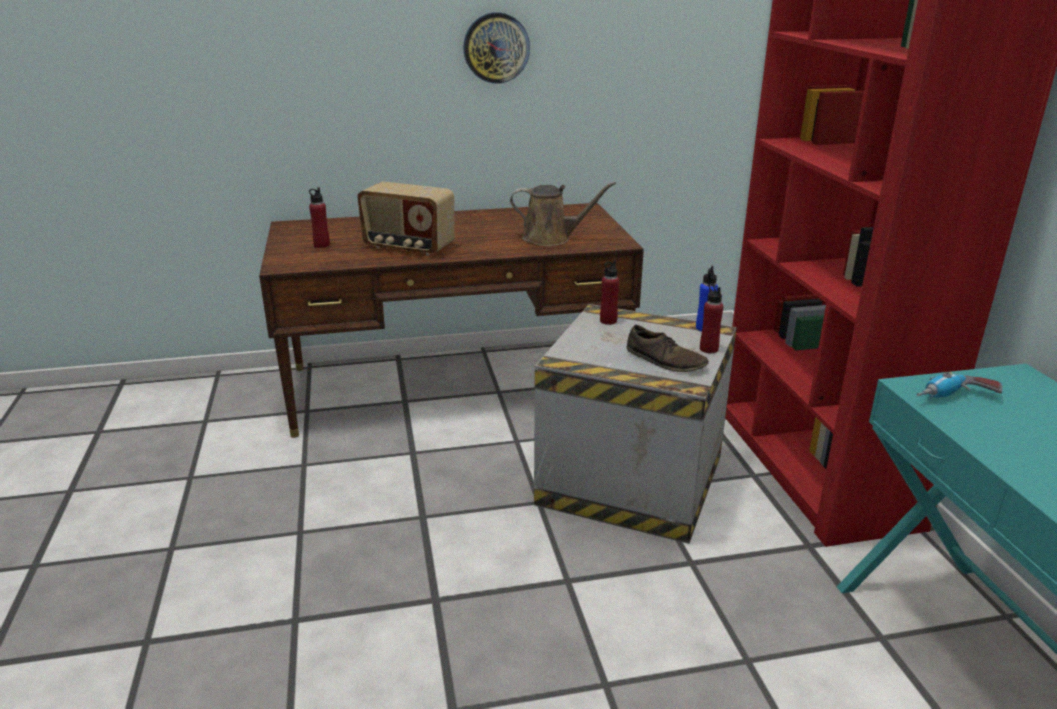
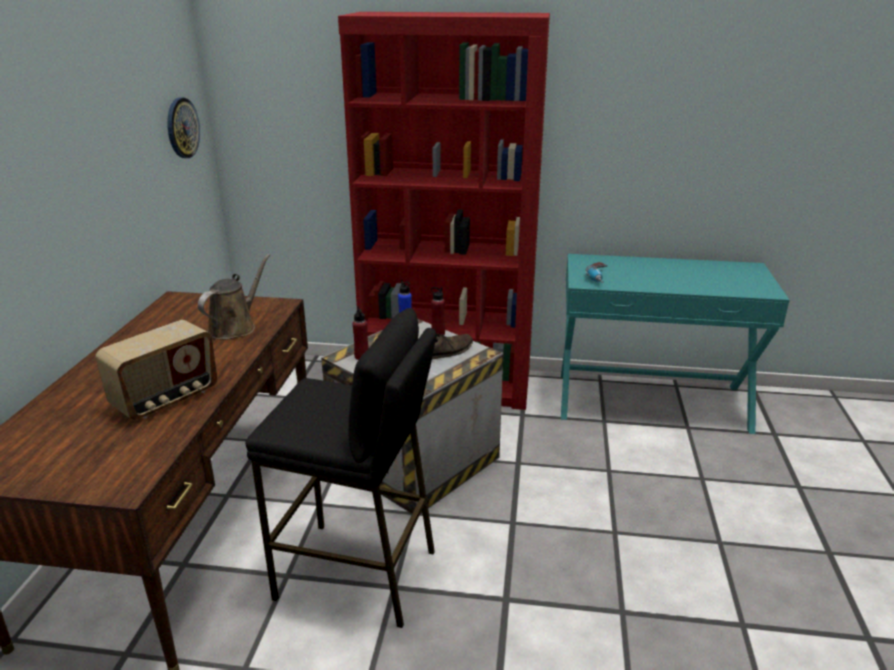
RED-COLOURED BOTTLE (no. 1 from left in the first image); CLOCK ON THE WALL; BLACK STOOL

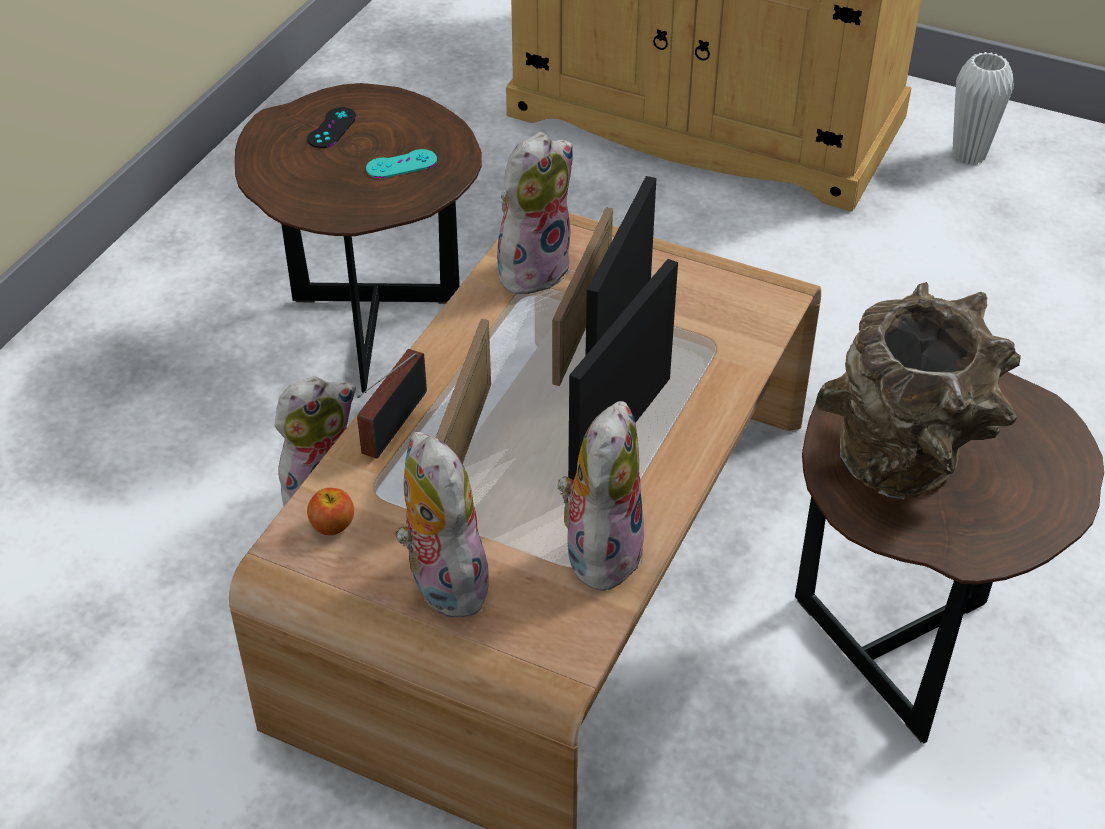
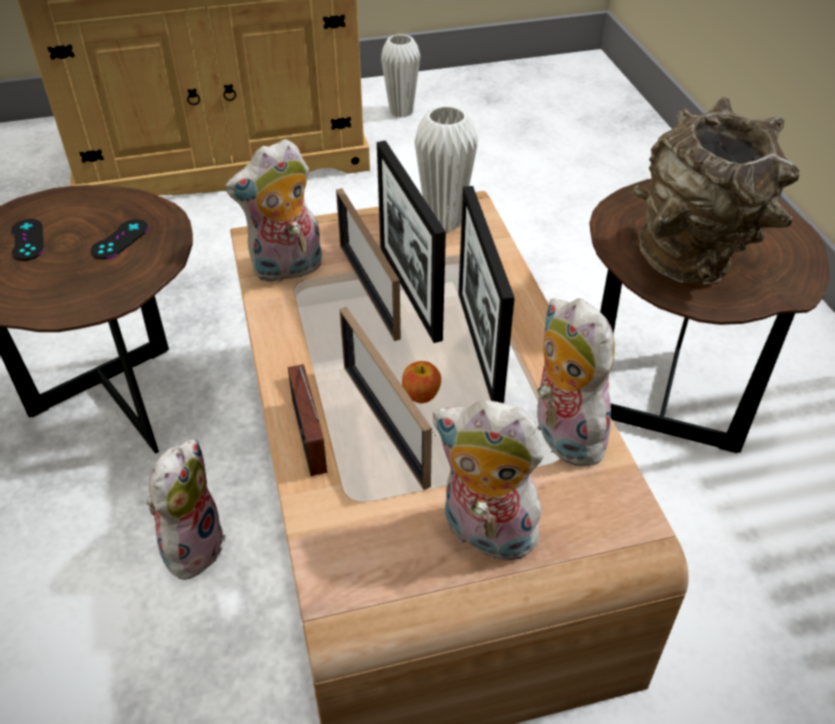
APPLE; BLACK GAME CONTROLLER (no. 2 from left); PLUSH TOY (no. 2 from left); WHITISH FLOWER VASE (no. 2 from left)

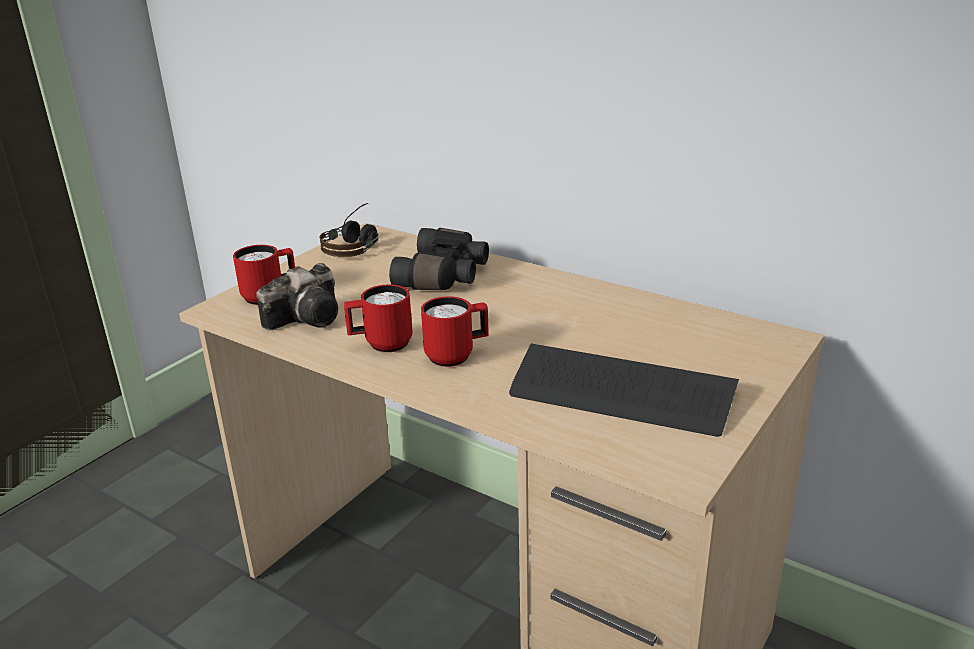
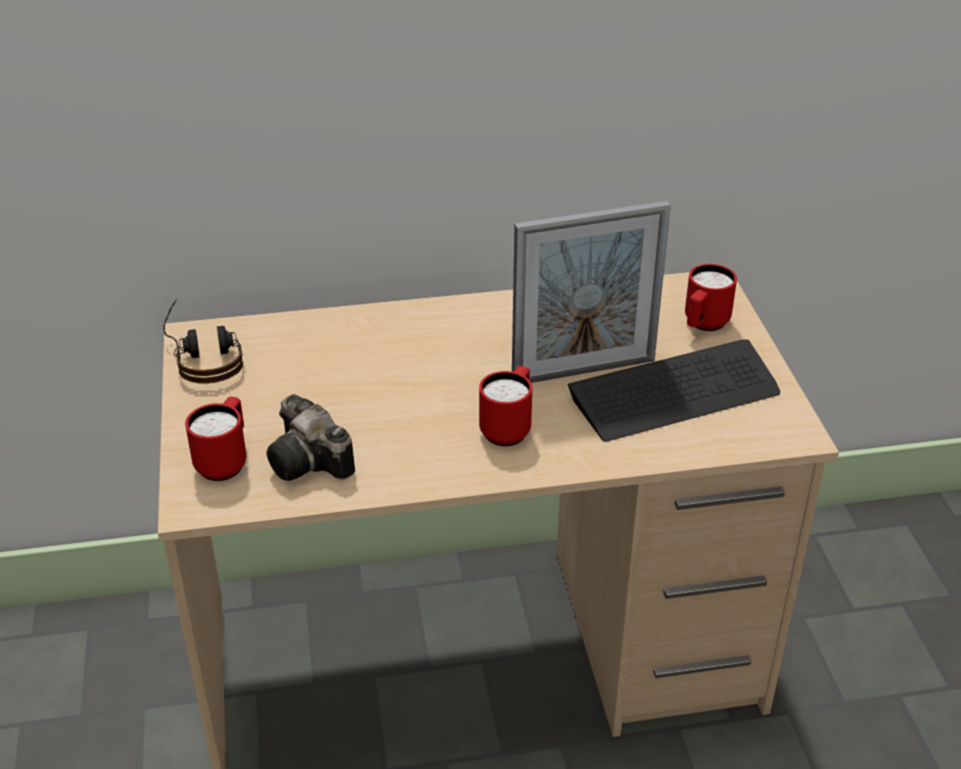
PHOTO CAMERA; RED-COLOURED TEA MUG (no. 3 from left); BLACK PAIR OF BINOCULARS; PICTURE FRAME

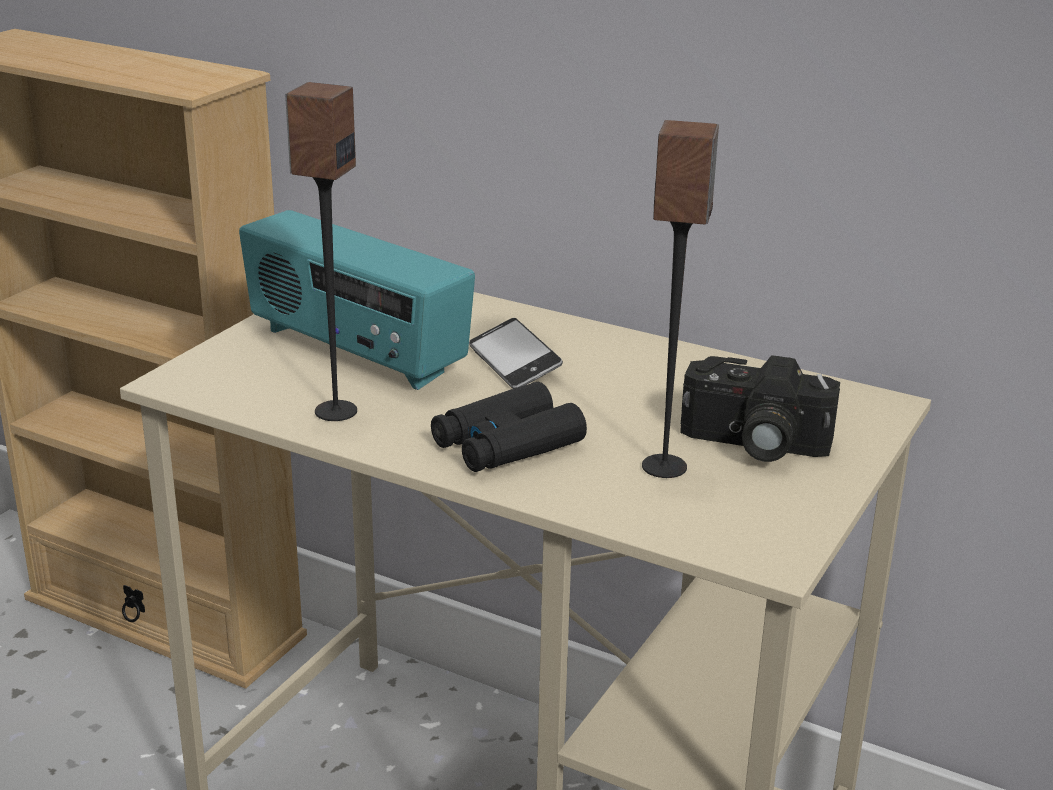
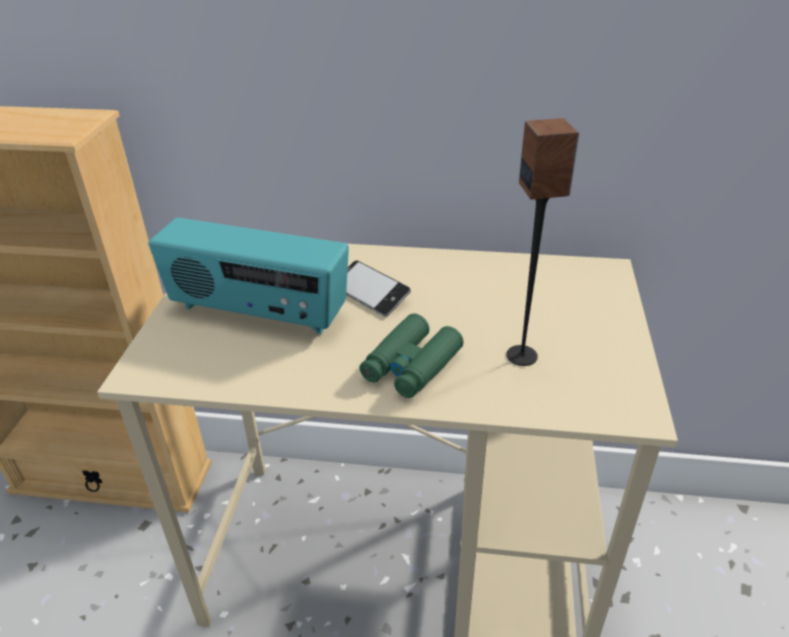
AUDIO SPEAKER (no. 1 from left in the first image); GREEN-COLOURED PAIR OF BINOCULARS; PHOTO CAMERA

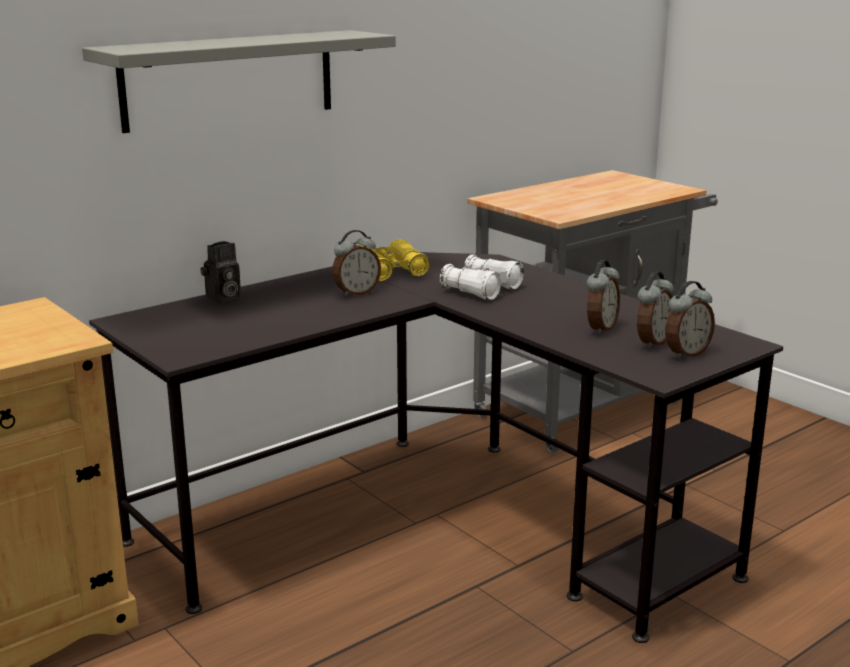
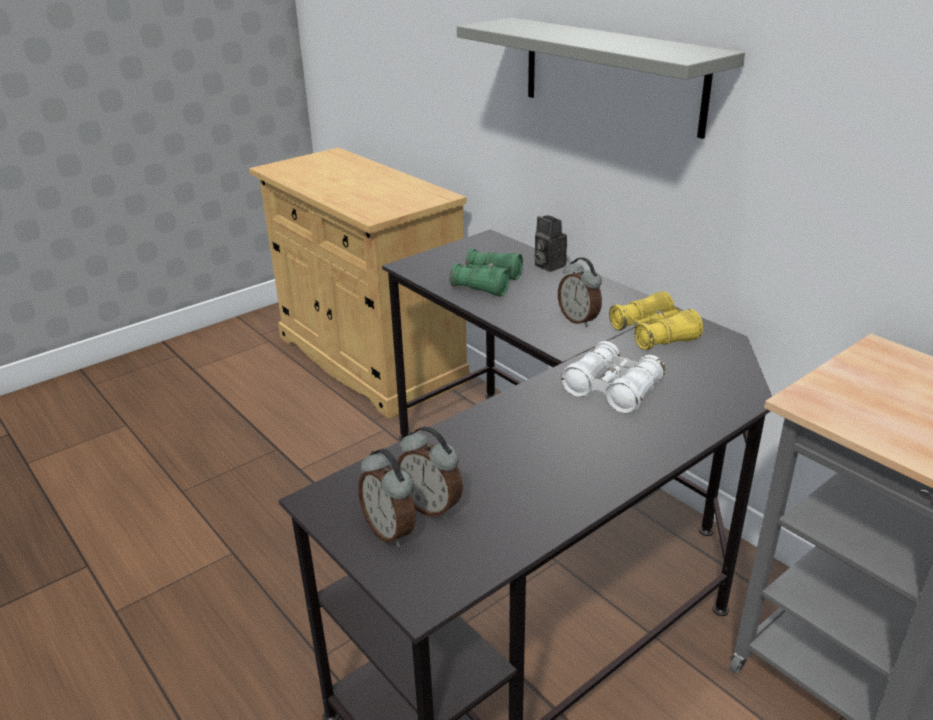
ALARM CLOCK (no. 2 from left in the first image); GREEN-COLOURED PAIR OF BINOCULARS

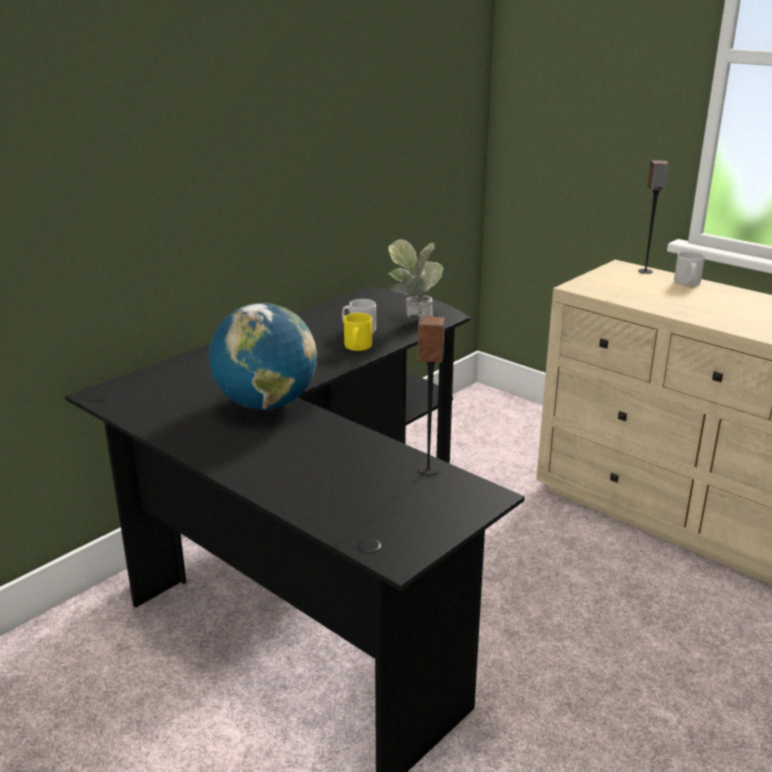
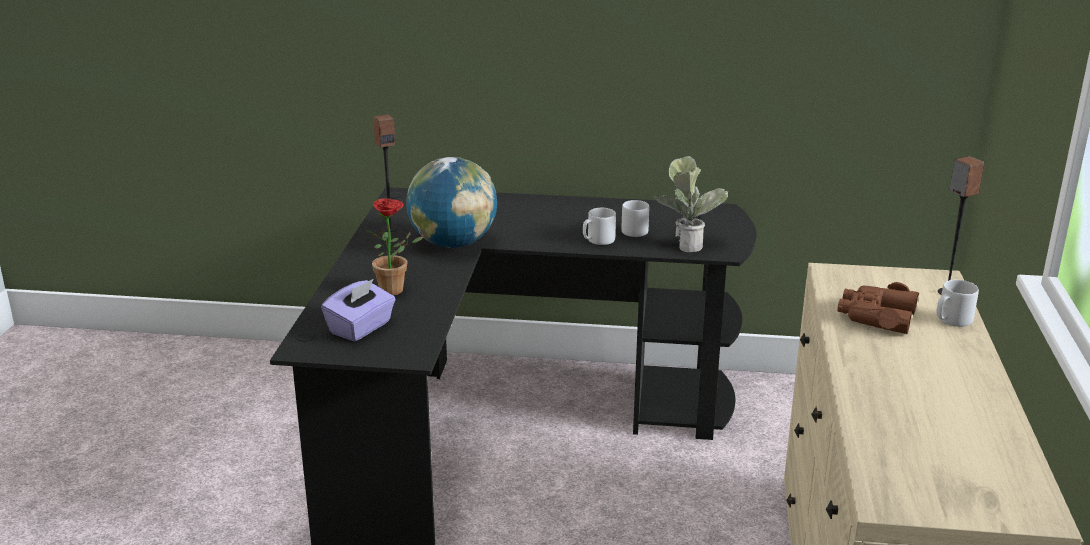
GRAY TEA MUG (no. 1 from left); AUDIO SPEAKER (no. 1 from left); PURPLE-COLOURED TISSUE BOX; POTTED PLANT (no. 1 from left); BROWN-COLOURED PAIR OF BINOCULARS

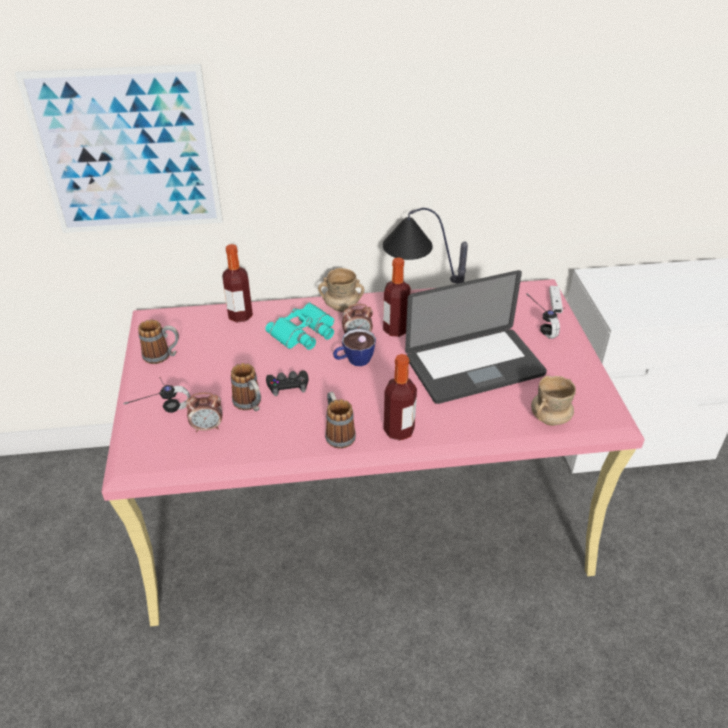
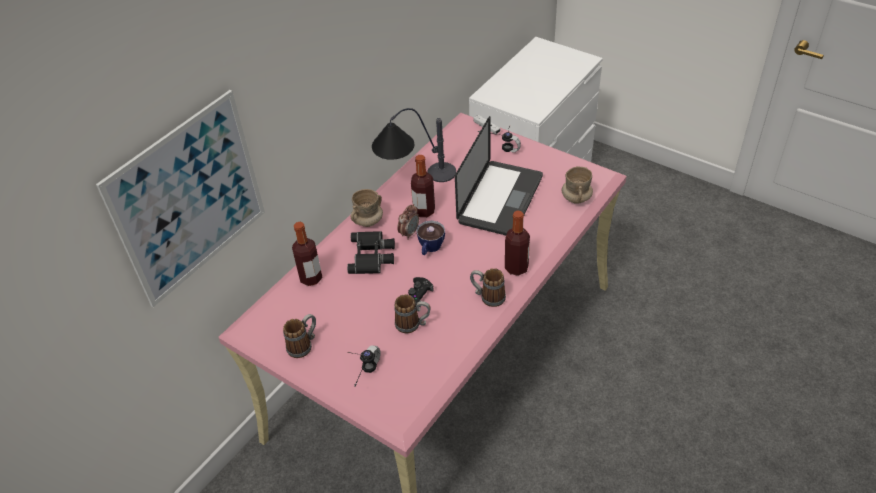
ALARM CLOCK (no. 1 from left in the first image); BLACK PAIR OF BINOCULARS

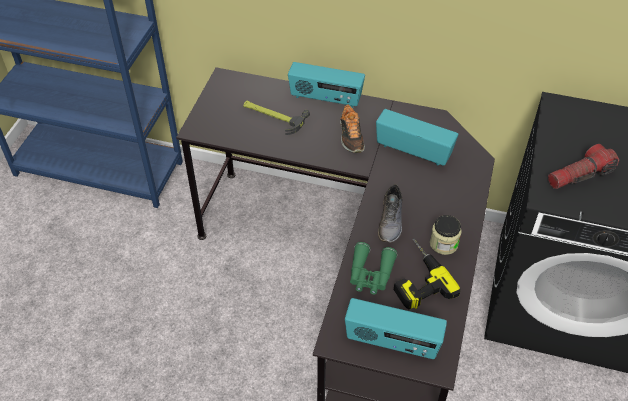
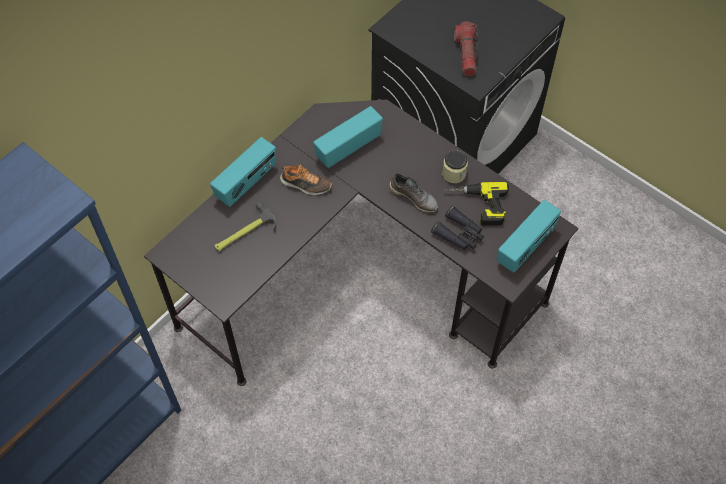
BLACK PAIR OF BINOCULARS

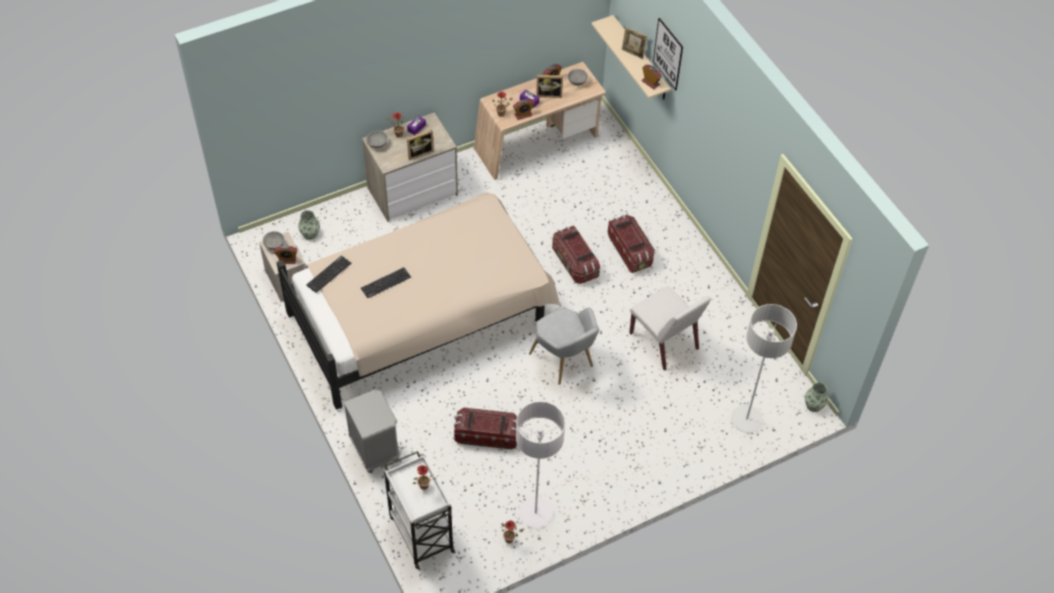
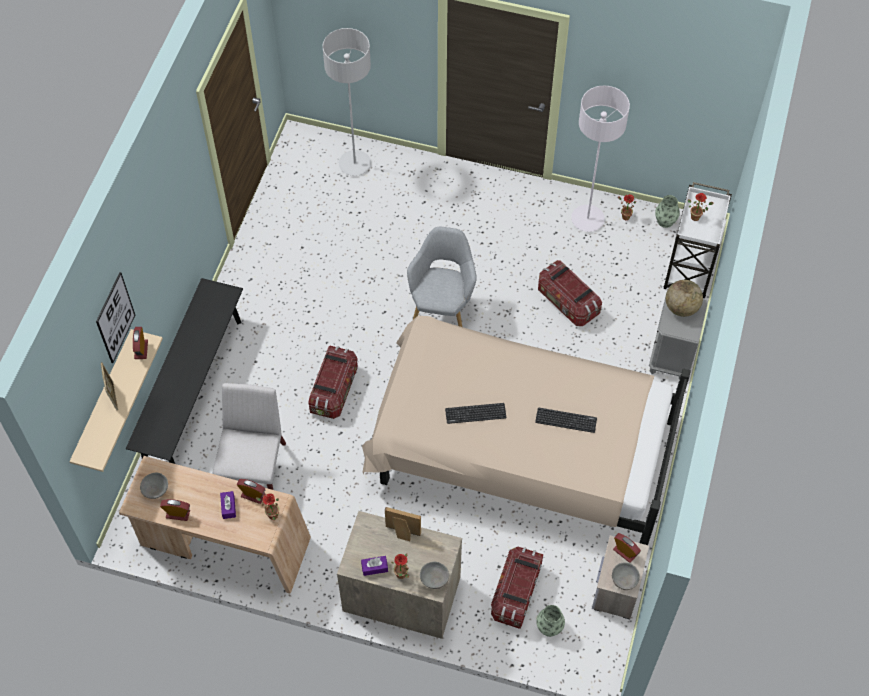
KEYBOARD (no. 1 from left); PICTURE FRAME (no. 2 from left in the first image); STORAGE CONTAINER (no. 2 from left); WHITISH PLAIN CHAIR; FLOWER VASE (no. 2 from left); BLACK BENCH; GLOBE

